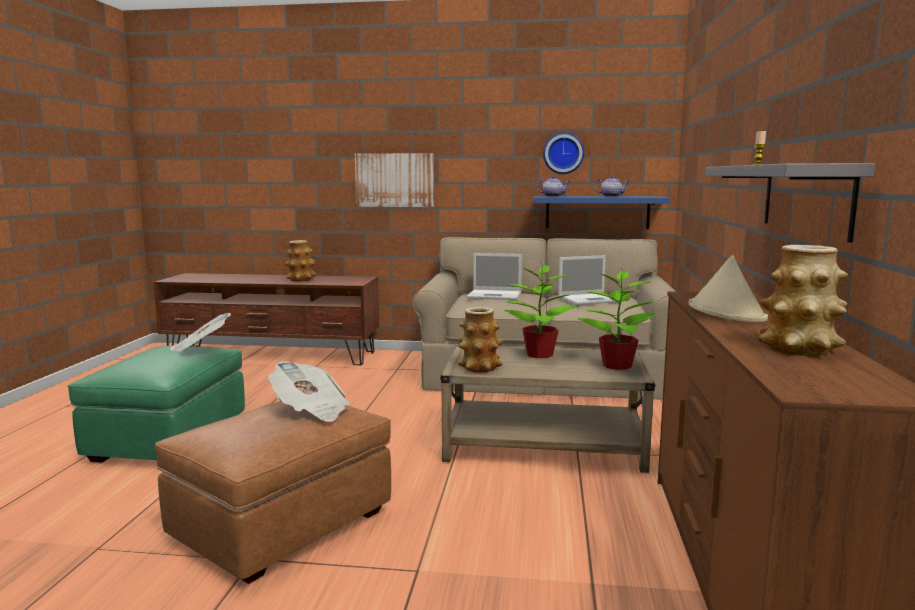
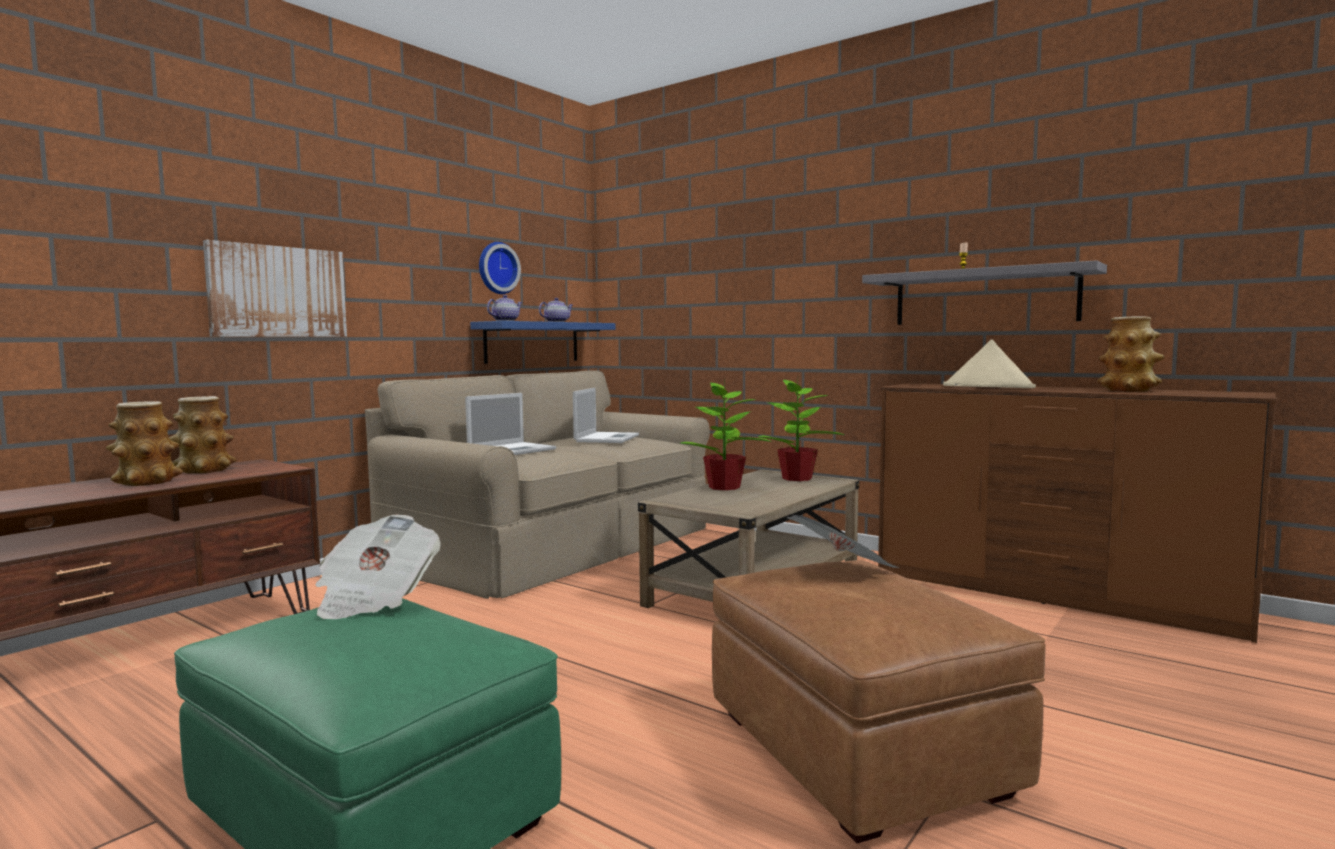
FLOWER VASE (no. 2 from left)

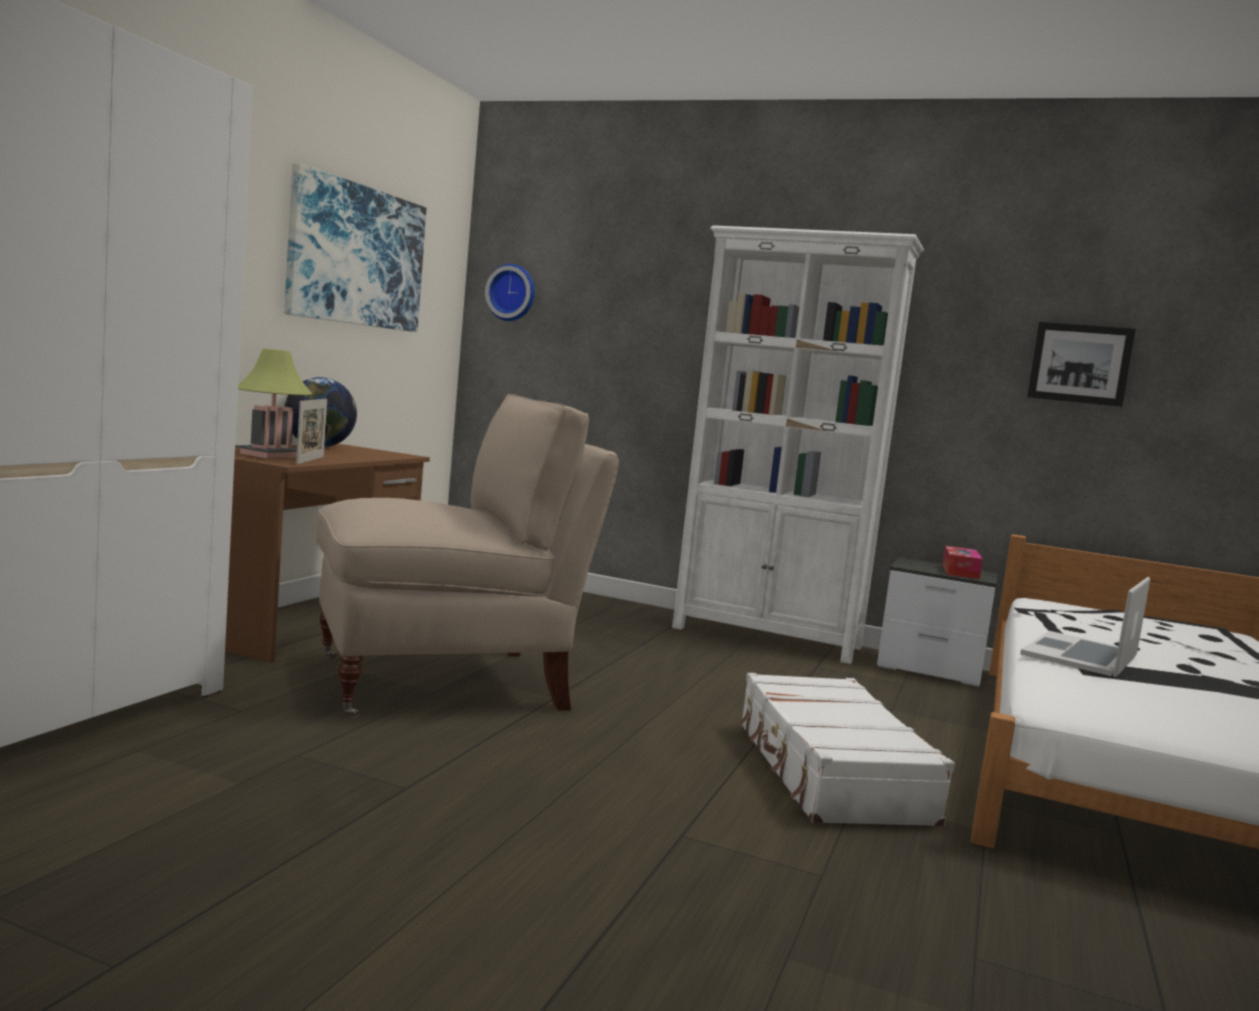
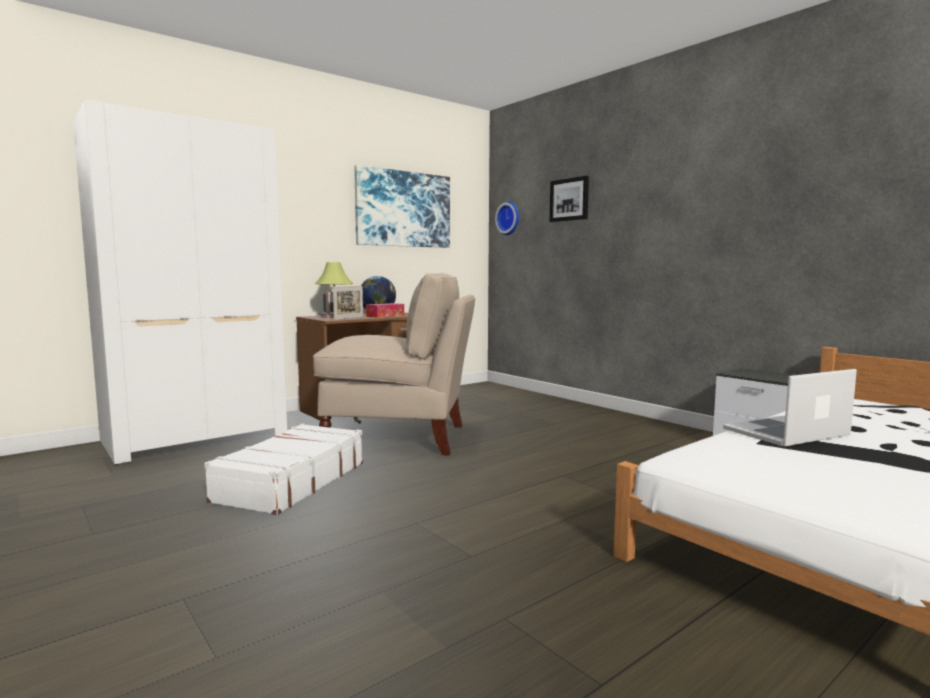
WHITISH SHELVING UNIT; WHITISH TRAVEL CASE; TISSUE BOX; WALL PICTURE (no. 2 from left)

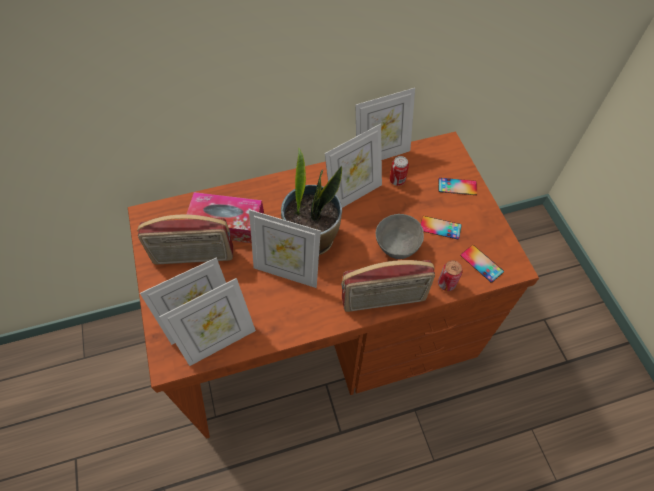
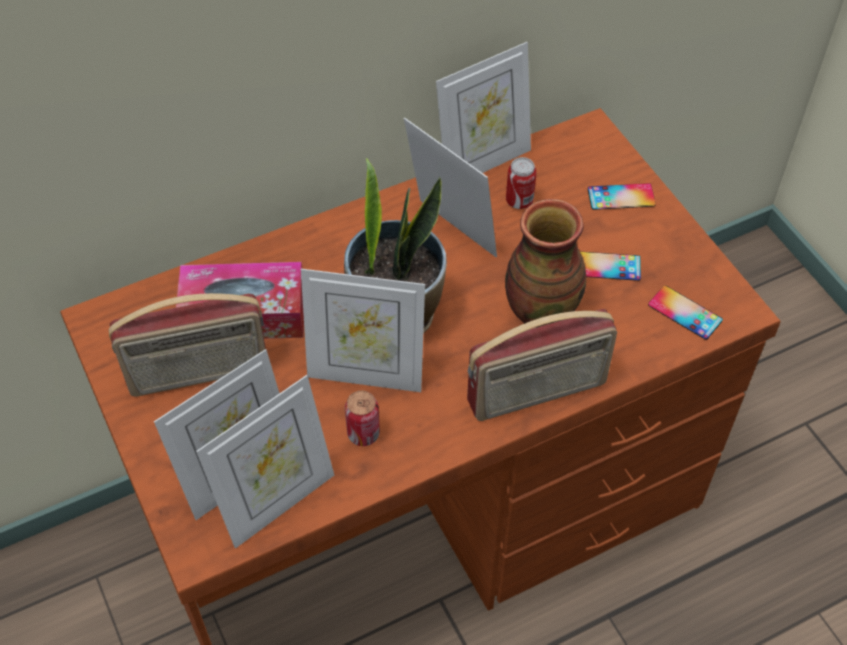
PICTURE FRAME (no. 4 from left); FLOWER VASE; SEALED CAN (no. 1 from left)

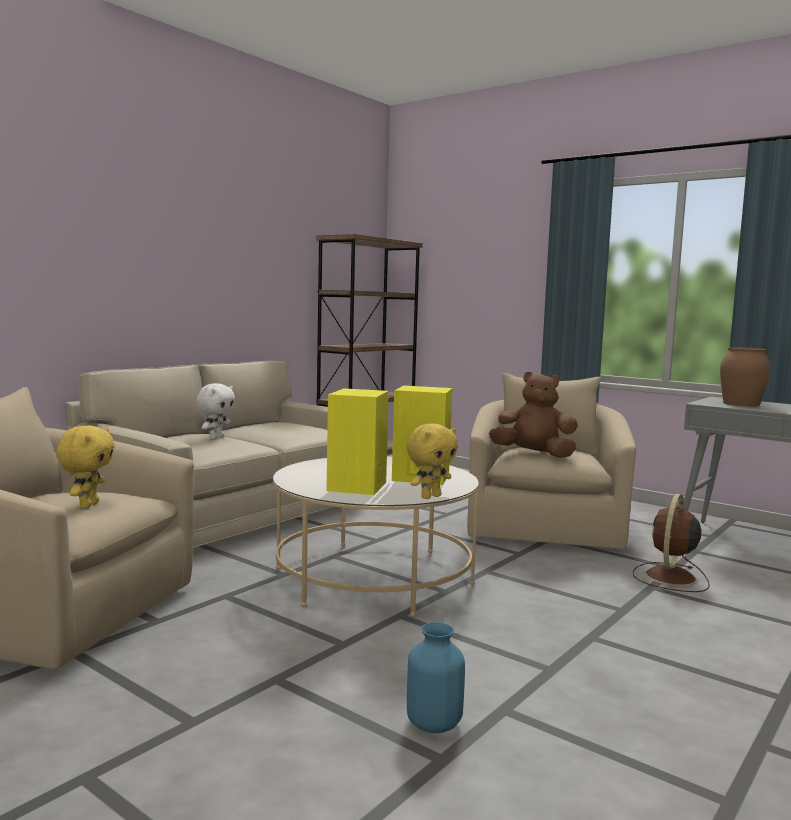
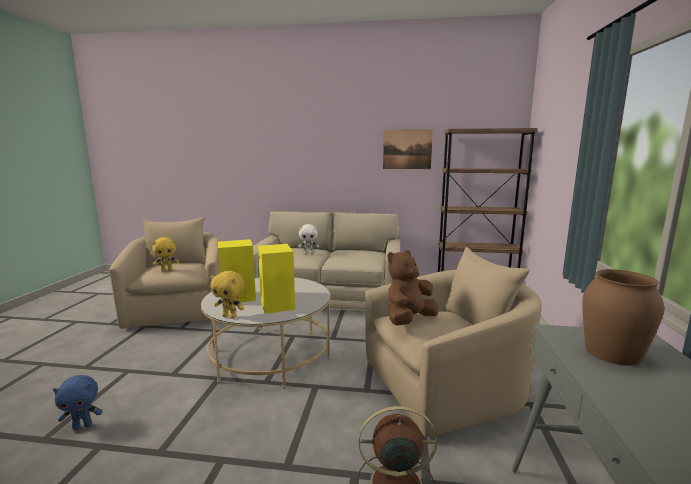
BLUE PLUSH TOY; BROWN-COLOURED PLUSH TOY; WALL PICTURE

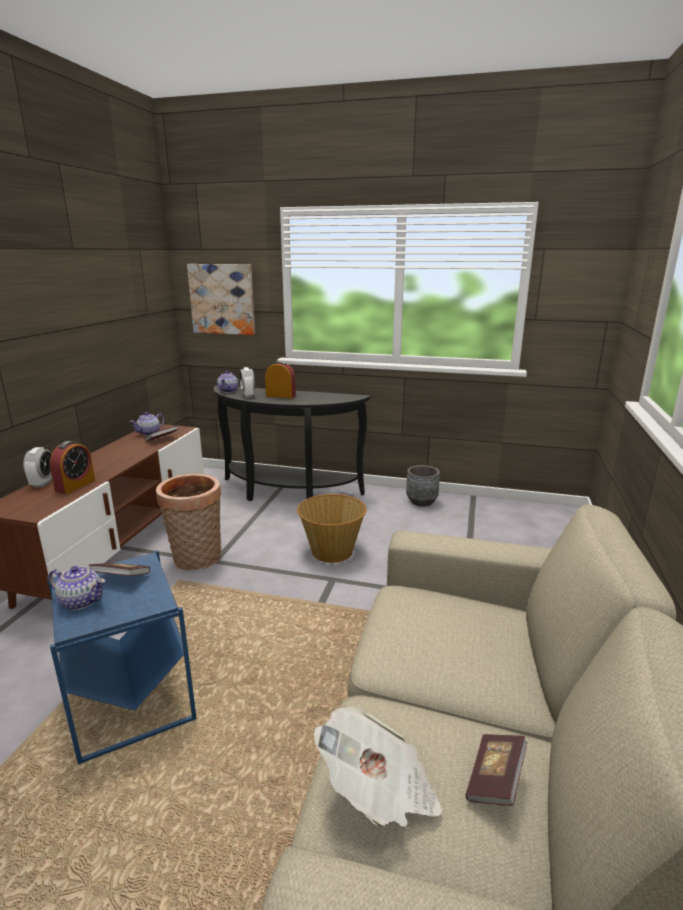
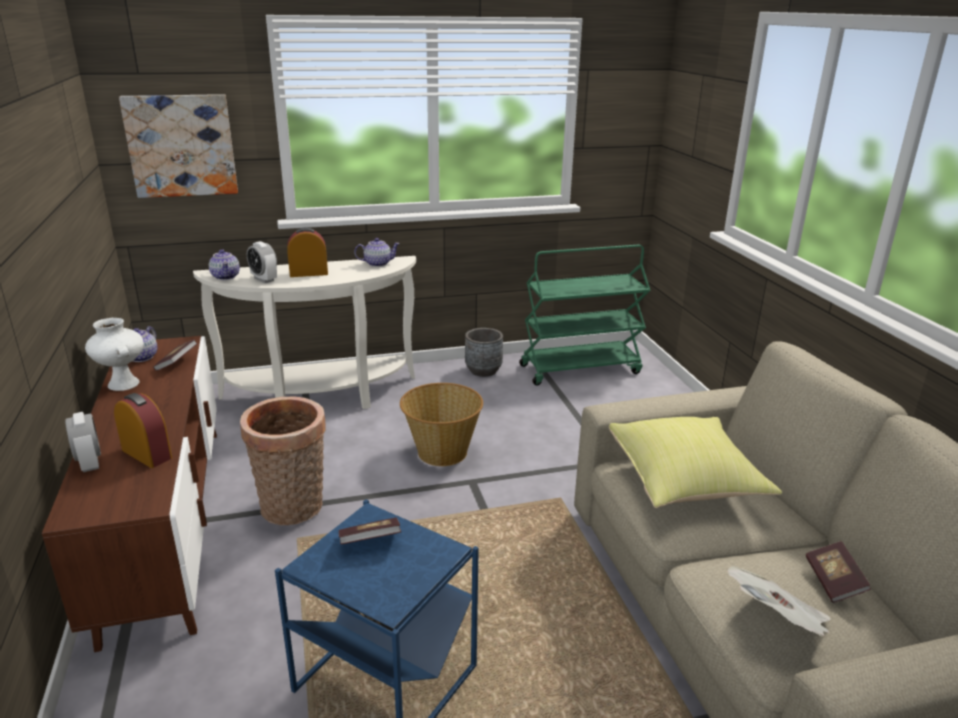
TEAPOT (no. 3 from left); ALARM CLOCK (no. 2 from left); WHITISH CONSOLE TABLE; WHITISH FLOWER VASE; GREEN-COLOURED CART; YELLOW-COLOURED CUSHION

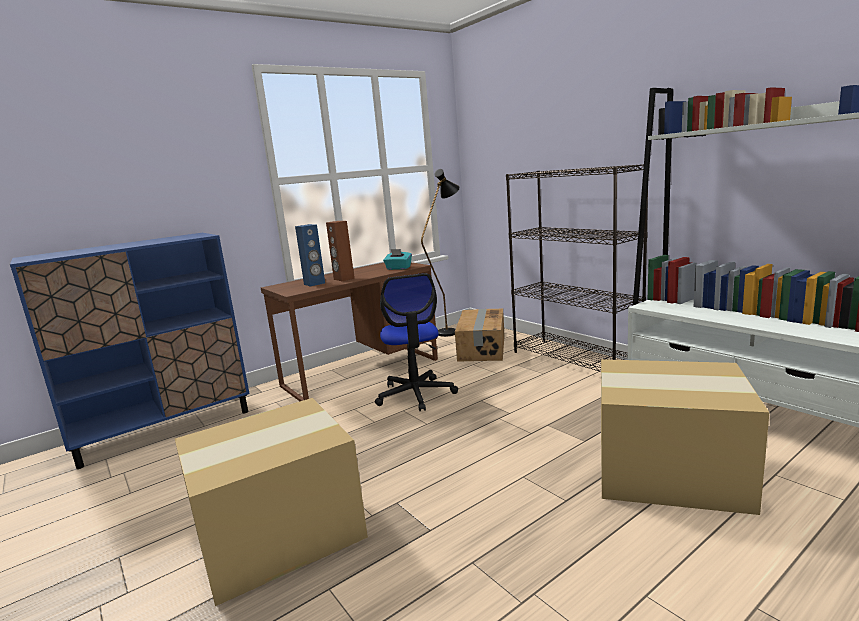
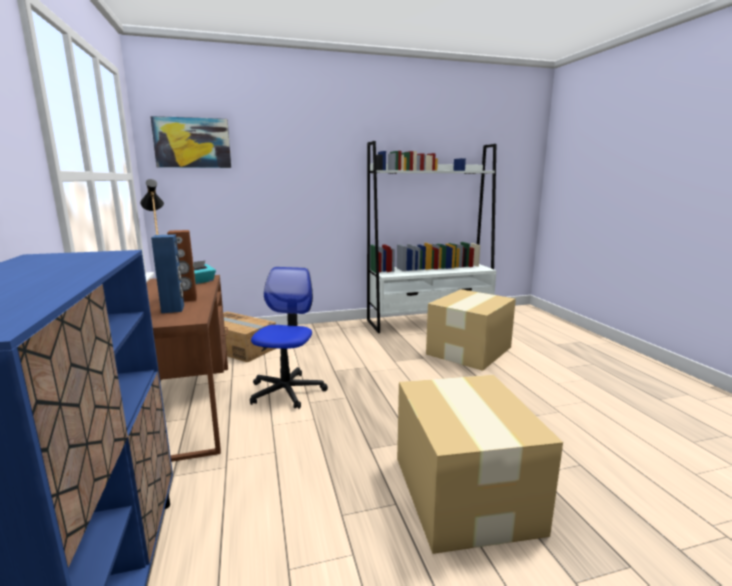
OFFICE CHAIR; BLACK SHELVING UNIT; WALL PICTURE

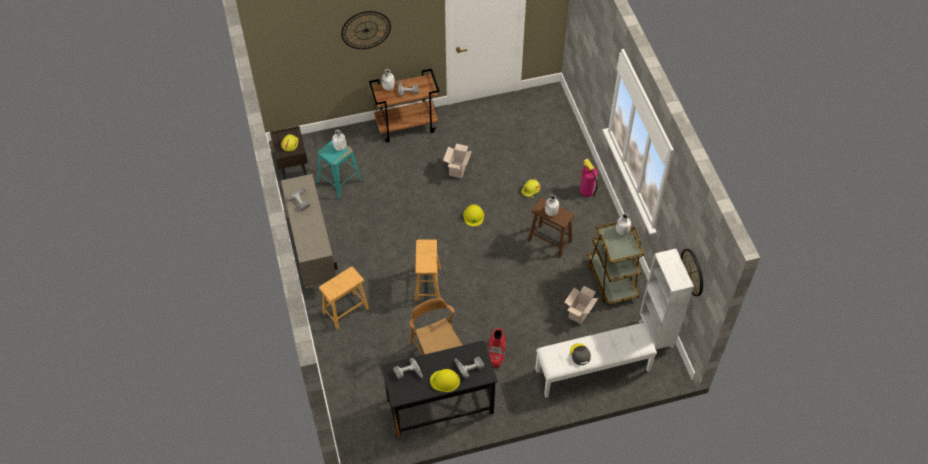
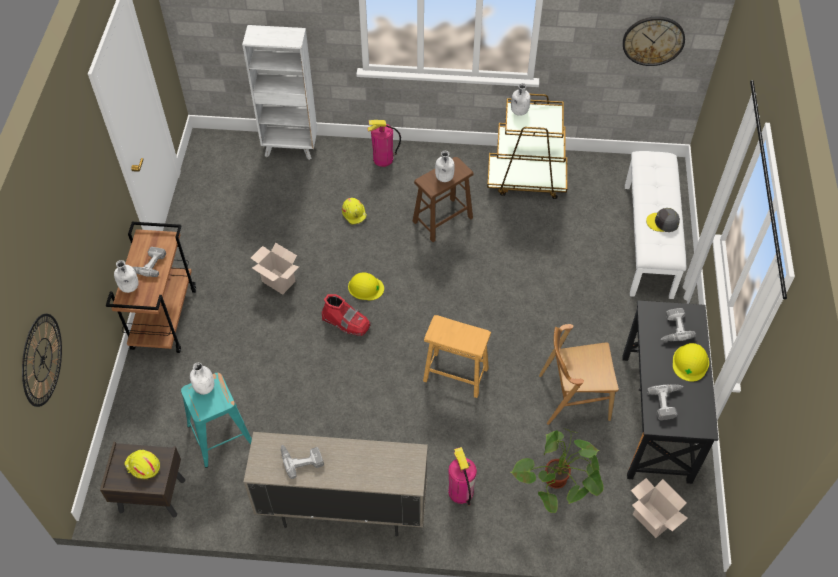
EXTINGUISHER (no. 2 from left); CLOCK ON THE WALL (no. 1 from left); RED-COLOURED HIGH-TOP BOOT; CARTON (no. 2 from left); WHITISH SHELVING UNIT; POTTED PLANT

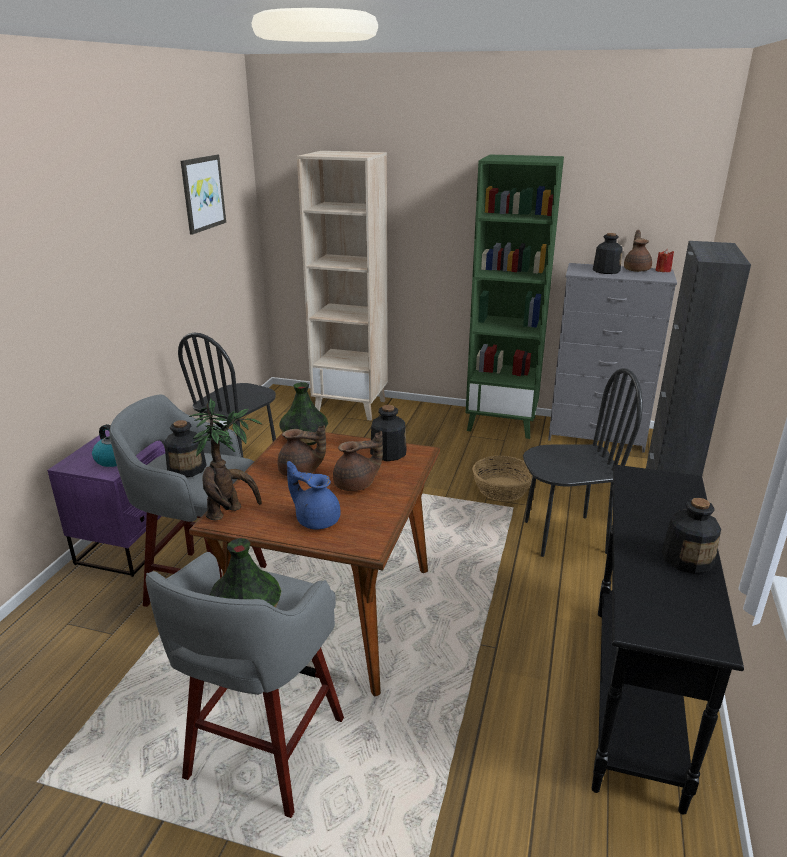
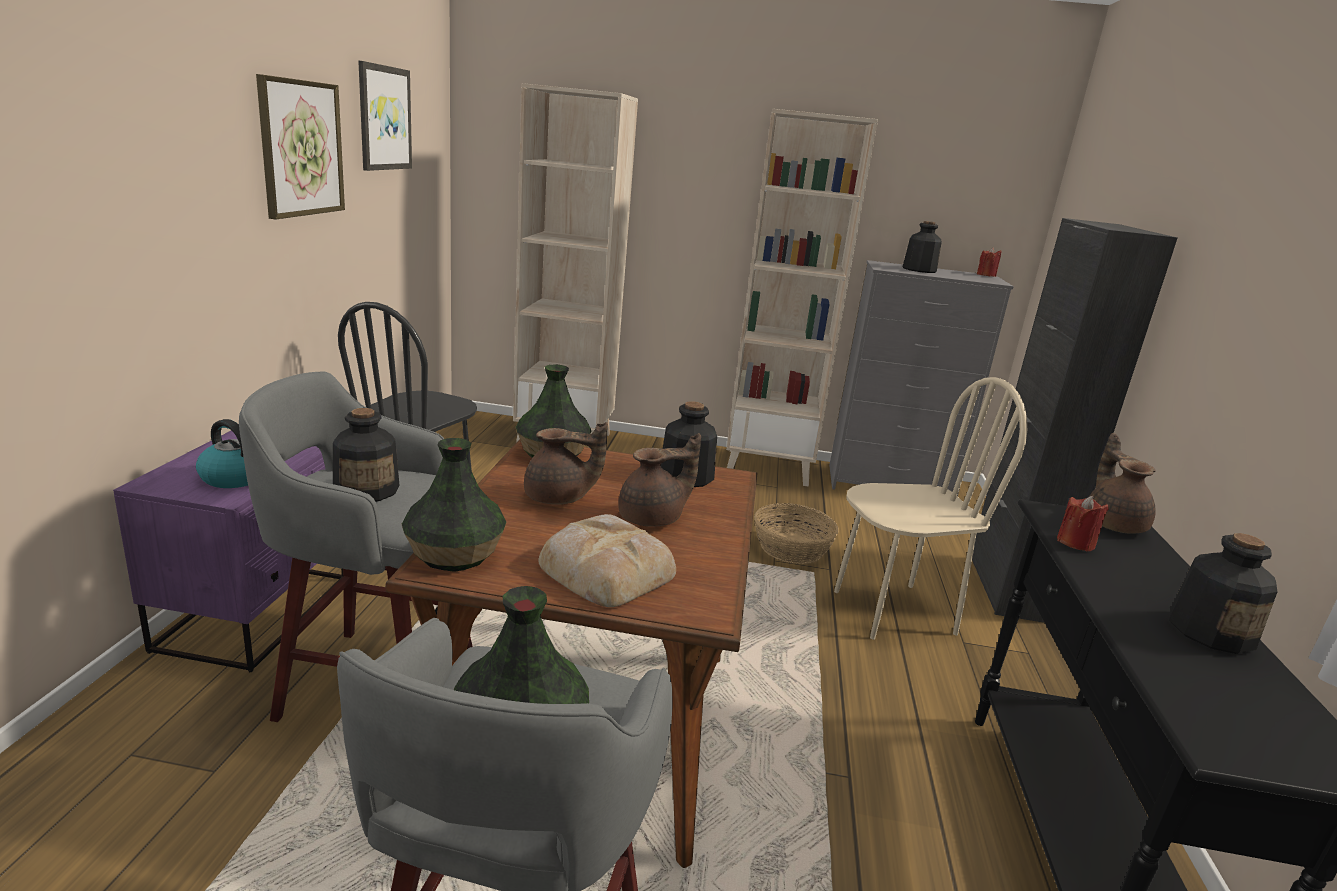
FLOWER VASE (no. 1 from left); BAKERY BREAD; BEIGE SHELVING UNIT (no. 2 from left); BEIGE PLAIN CHAIR; BROWN-COLOURED TEAPOT (no. 3 from left); WALL PICTURE (no. 1 from left); RED-COLOURED CANDLE (no. 2 from left)

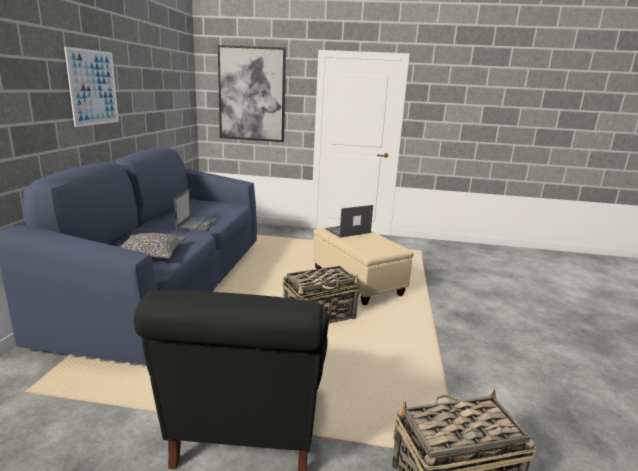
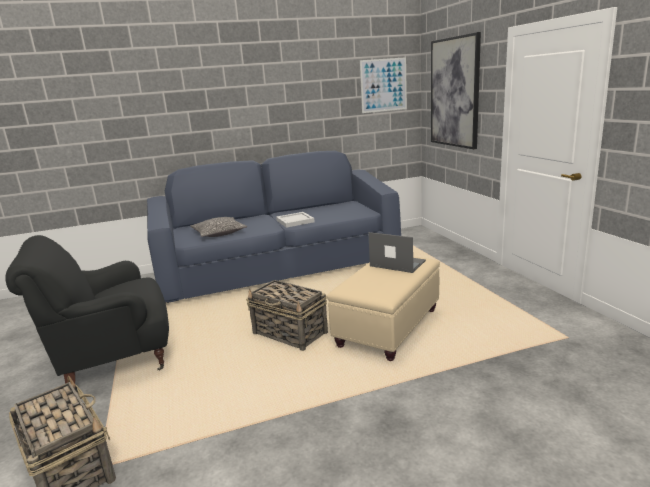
WALL PICTURE (no. 1 from left); WHITISH TRAY

